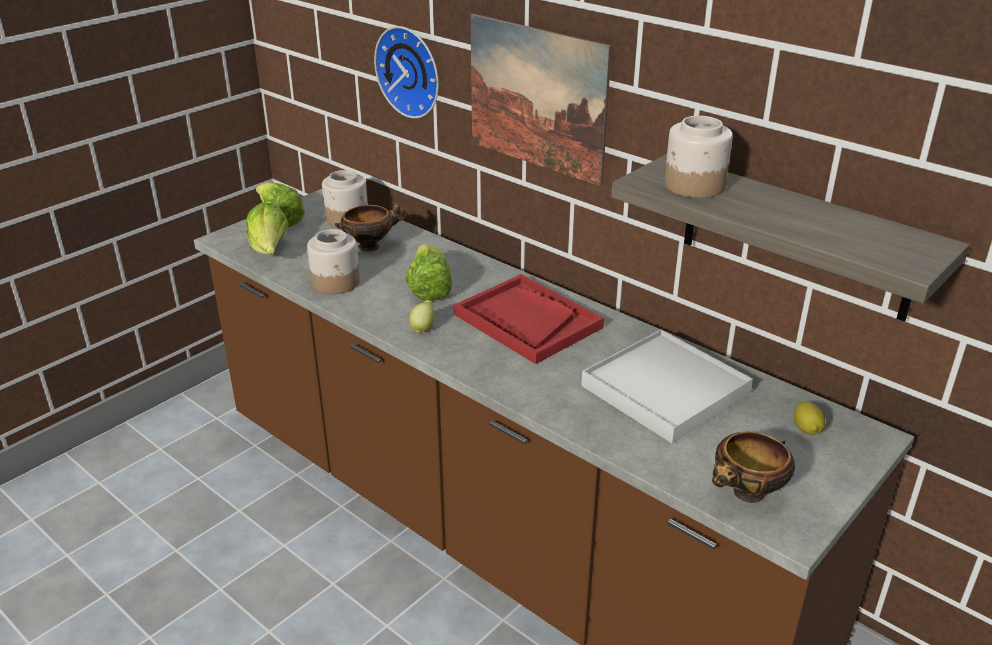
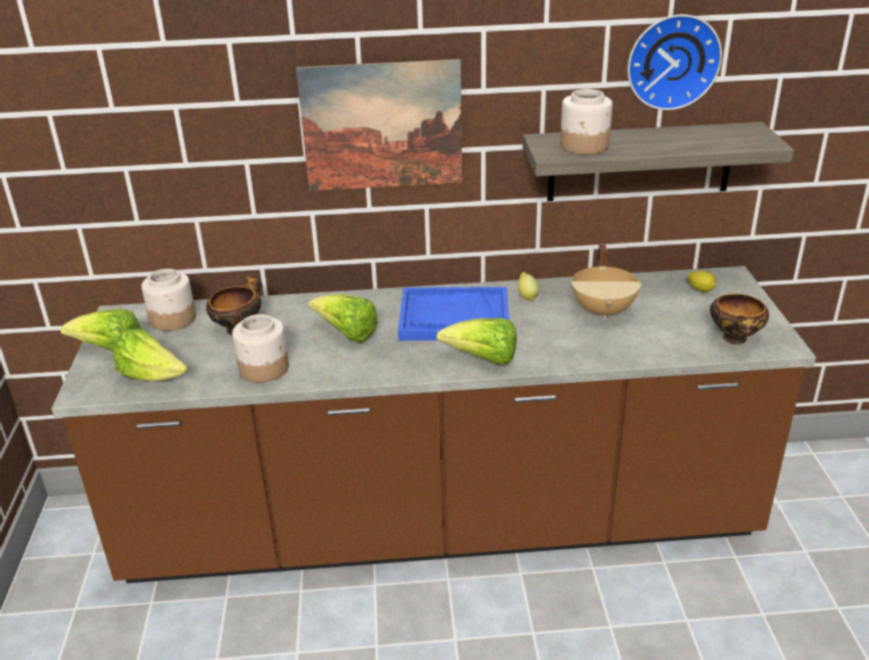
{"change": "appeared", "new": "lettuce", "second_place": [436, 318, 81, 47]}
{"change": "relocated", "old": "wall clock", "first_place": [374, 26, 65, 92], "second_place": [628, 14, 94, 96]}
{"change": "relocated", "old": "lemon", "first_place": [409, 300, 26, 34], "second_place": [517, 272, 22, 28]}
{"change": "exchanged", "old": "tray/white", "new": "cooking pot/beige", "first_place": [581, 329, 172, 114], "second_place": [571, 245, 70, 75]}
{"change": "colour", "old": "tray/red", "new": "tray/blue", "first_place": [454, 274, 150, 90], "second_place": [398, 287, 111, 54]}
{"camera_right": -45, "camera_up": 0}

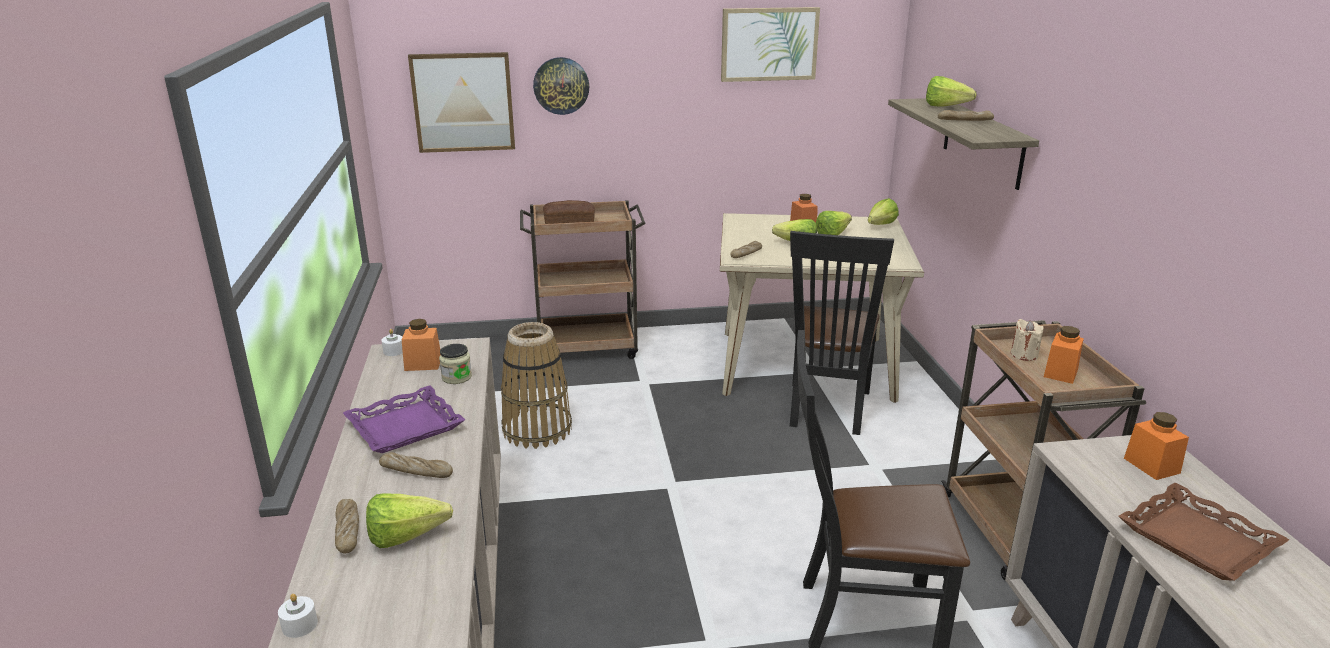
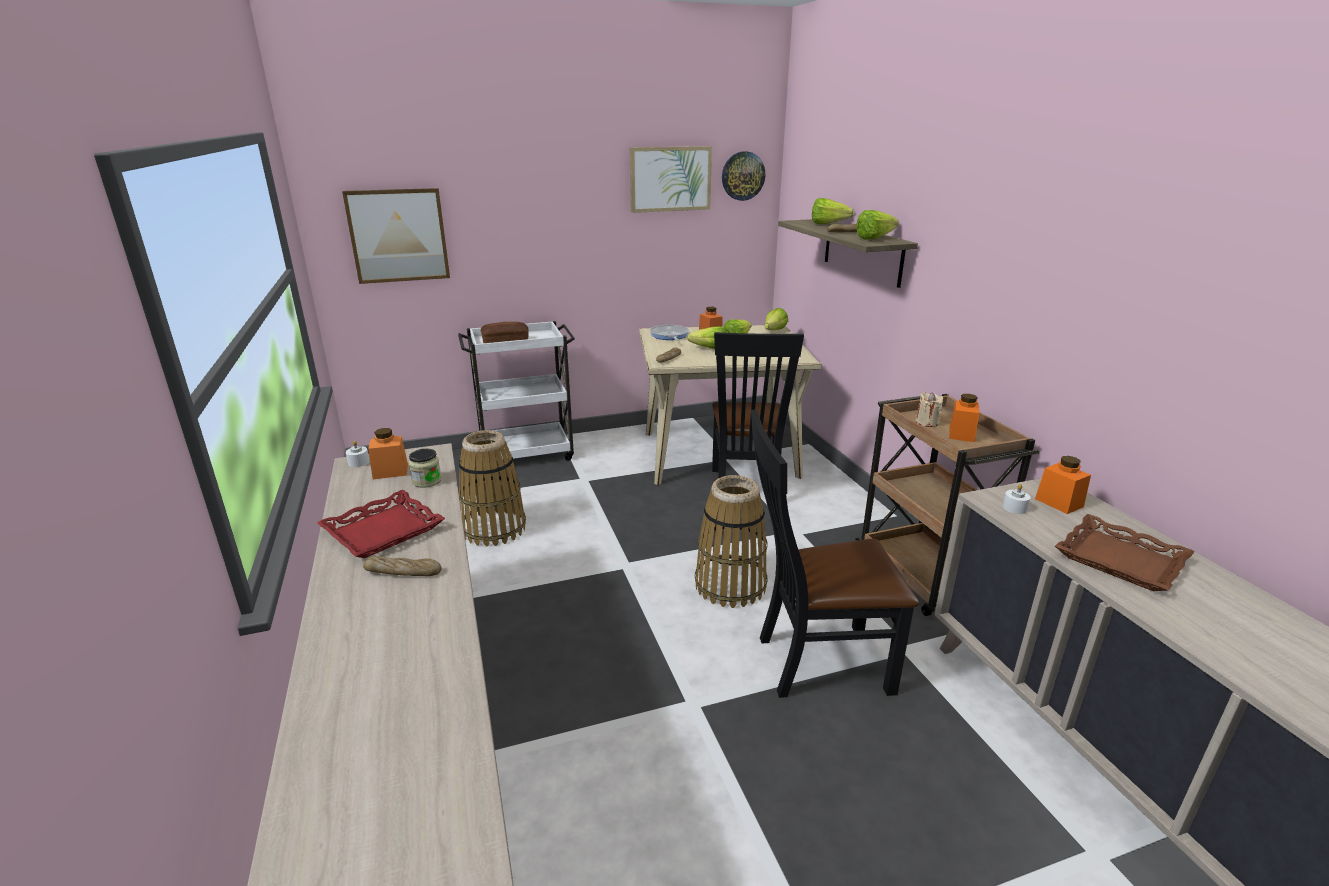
{"change": "missing", "old": "bread", "first_place": [335, 499, 24, 54]}
{"change": "appeared", "new": "frying pan", "second_place": [650, 325, 39, 16]}
{"change": "appeared", "new": "basket", "second_place": [695, 475, 73, 133]}
{"change": "relocated", "old": "candle/white", "first_place": [278, 593, 40, 45], "second_place": [1003, 484, 28, 30]}
{"change": "relocated", "old": "lettuce", "first_place": [366, 493, 87, 55], "second_place": [856, 210, 43, 30]}
{"change": "relocated", "old": "wall clock", "first_place": [533, 57, 56, 58], "second_place": [722, 151, 43, 50]}
{"change": "colour", "old": "tray/purple", "new": "tray/red", "first_place": [343, 385, 122, 68], "second_place": [317, 490, 128, 68]}
{"change": "colour", "old": "cart/brown", "new": "cart/white", "first_place": [520, 200, 126, 164], "second_place": [458, 321, 117, 140]}
{"camera_right": -10, "camera_up": 0}

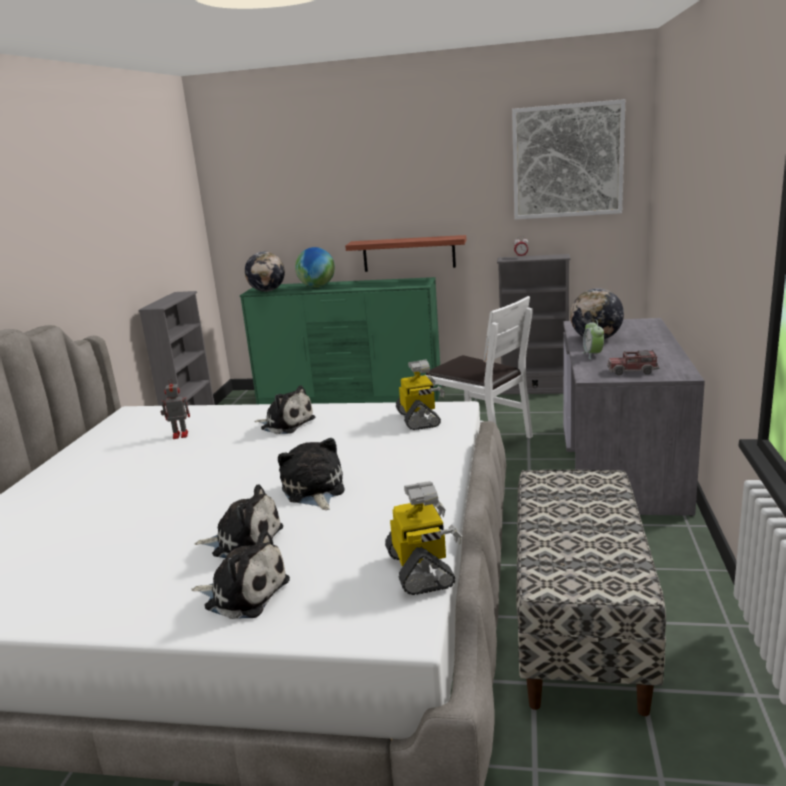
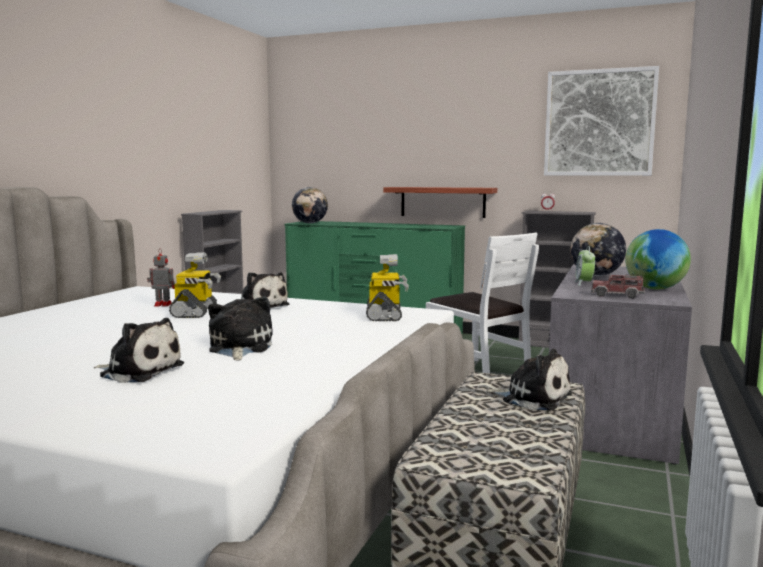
{"change": "relocated", "old": "plush toy", "first_place": [191, 530, 99, 89], "second_place": [486, 349, 86, 61]}
{"change": "relocated", "old": "globe", "first_place": [295, 247, 40, 40], "second_place": [625, 229, 66, 60]}
{"change": "relocated", "old": "toy robot", "first_place": [385, 481, 77, 114], "second_place": [169, 253, 52, 65]}
{"camera_right": 10, "camera_up": -10}

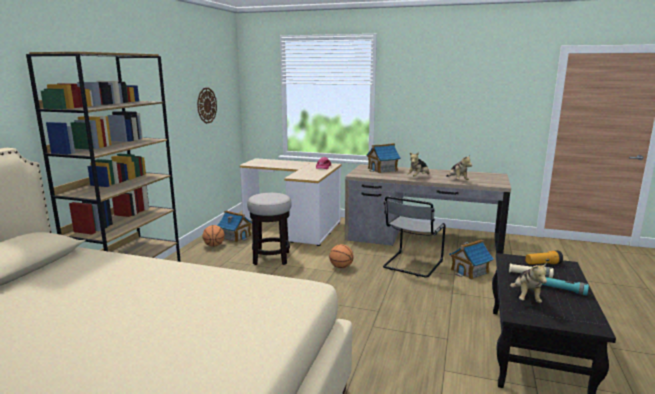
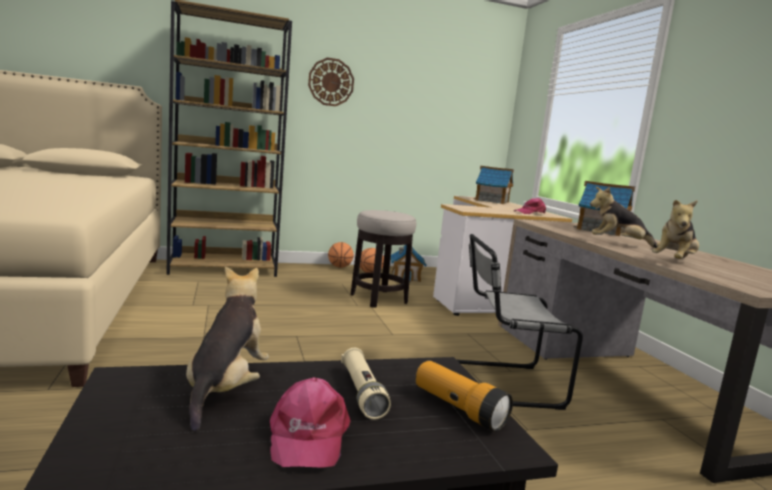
{"change": "relocated", "old": "wall clock", "first_place": [197, 88, 20, 36], "second_place": [308, 58, 46, 48]}
{"change": "relocated", "old": "basketball", "first_place": [329, 244, 25, 24], "second_place": [328, 242, 26, 26]}
{"change": "relocated", "old": "toy house", "first_place": [449, 239, 45, 41], "second_place": [473, 166, 41, 38]}
{"change": "exchanged", "old": "flashlight/turquoise", "new": "cap/pink", "first_place": [542, 277, 47, 18], "second_place": [270, 377, 81, 91]}
{"change": "spun", "old": "plush toy", "first_place": [510, 262, 37, 41], "second_place": [186, 266, 83, 166], "degrees": 120}
{"camera_right": 55, "camera_up": -5}

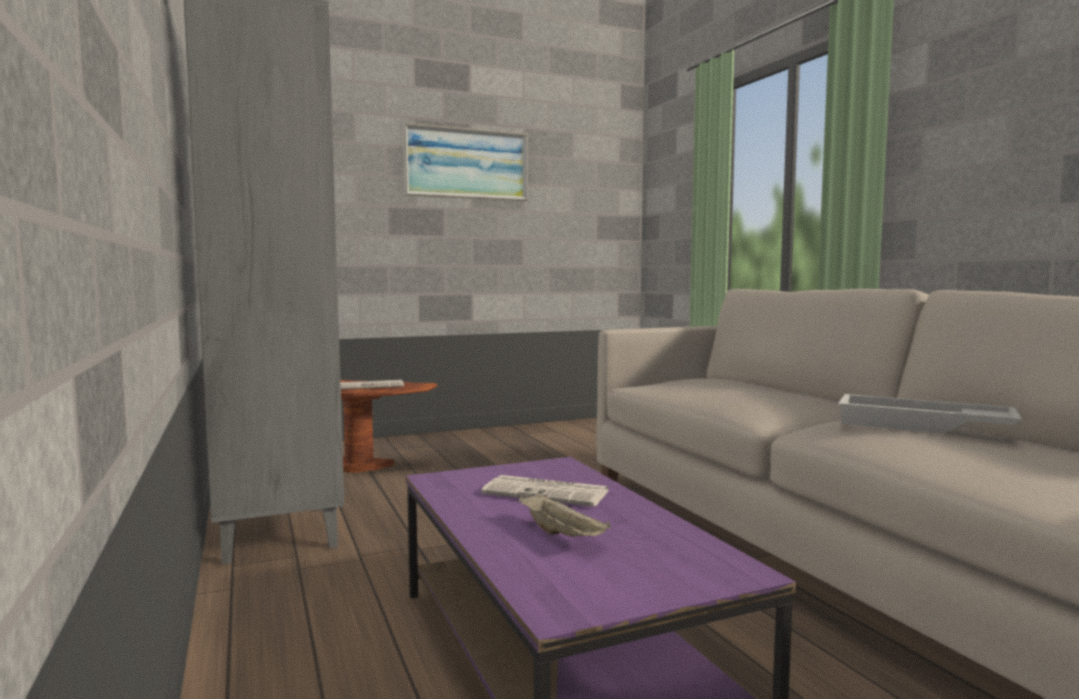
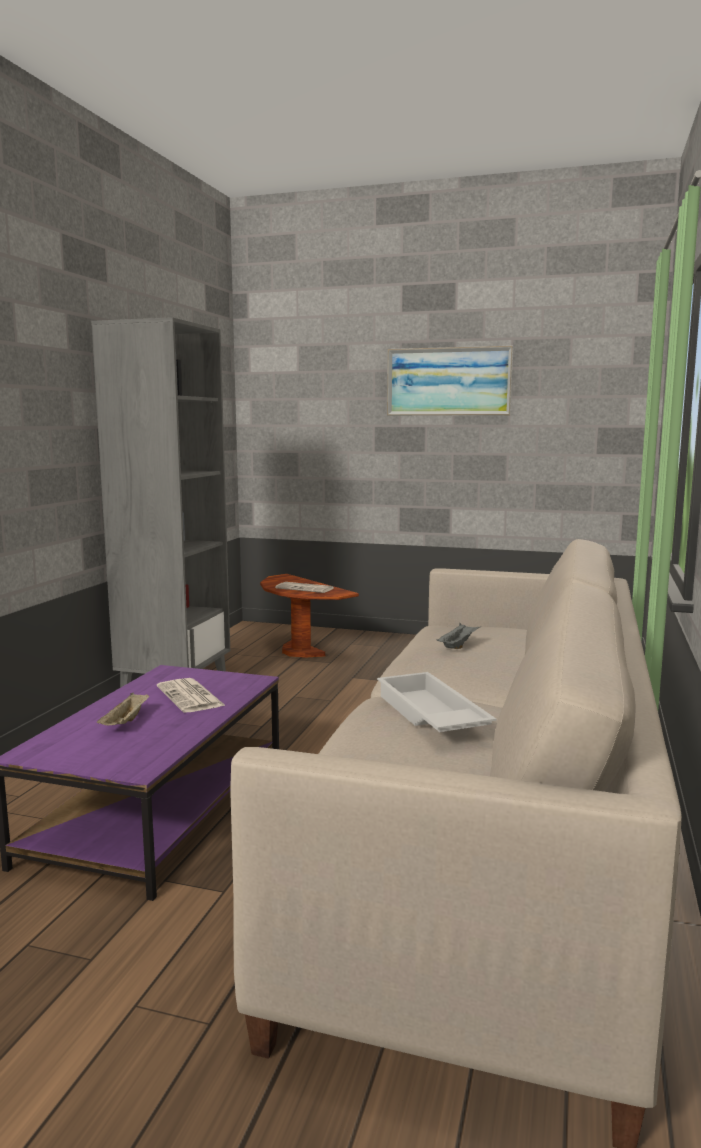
{"change": "appeared", "new": "tray/grey", "second_place": [436, 623, 44, 26]}
{"camera_right": 40, "camera_up": 5}

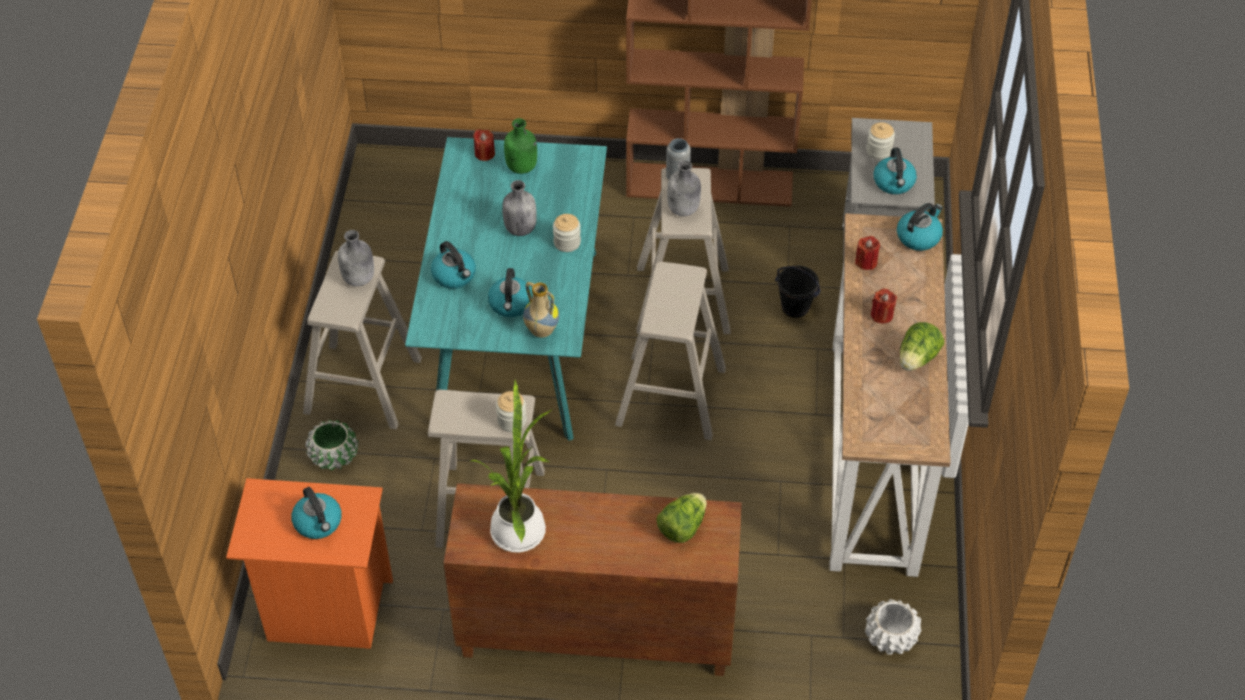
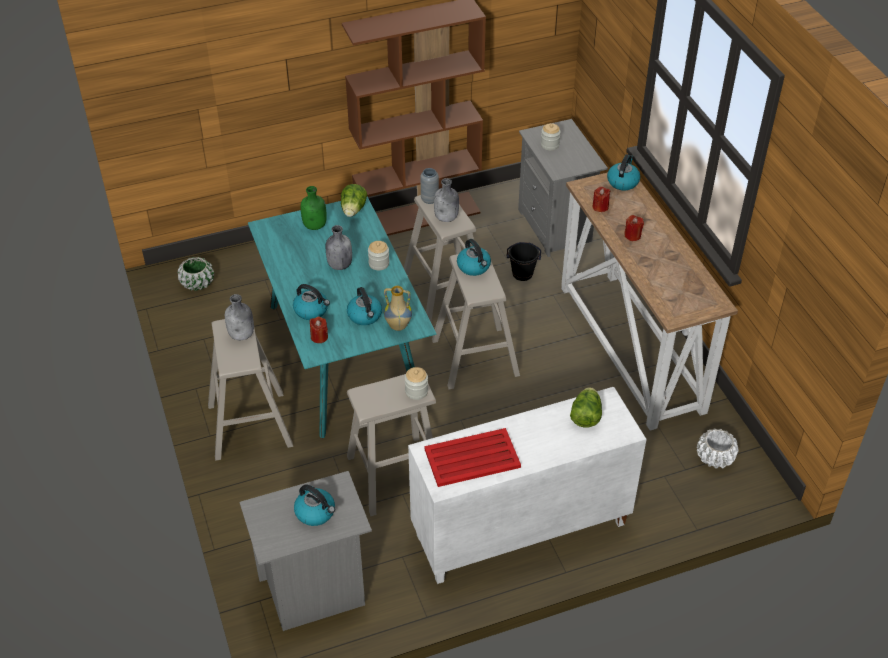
{"change": "relocated", "old": "planter/green", "first_place": [305, 420, 53, 50], "second_place": [177, 257, 38, 34]}
{"change": "relocated", "old": "candle/red", "first_place": [473, 129, 22, 32], "second_place": [310, 316, 18, 27]}
{"change": "relocated", "old": "kettle", "first_place": [873, 148, 44, 46], "second_place": [457, 239, 34, 37]}
{"change": "relocated", "old": "lettuce", "first_place": [900, 322, 44, 49], "second_place": [341, 184, 26, 33]}
{"change": "exchanged", "old": "potted plant", "new": "tray/red", "first_place": [471, 378, 80, 174], "second_place": [424, 428, 97, 59]}
{"change": "colour", "old": "nightstand/orange", "new": "nightstand/grey", "first_place": [226, 478, 167, 171], "second_place": [240, 471, 132, 160]}
{"change": "colour", "old": "cabinet/brown", "new": "cabinet/white", "first_place": [443, 483, 299, 193], "second_place": [408, 387, 239, 197]}
{"camera_right": -25, "camera_up": -5}

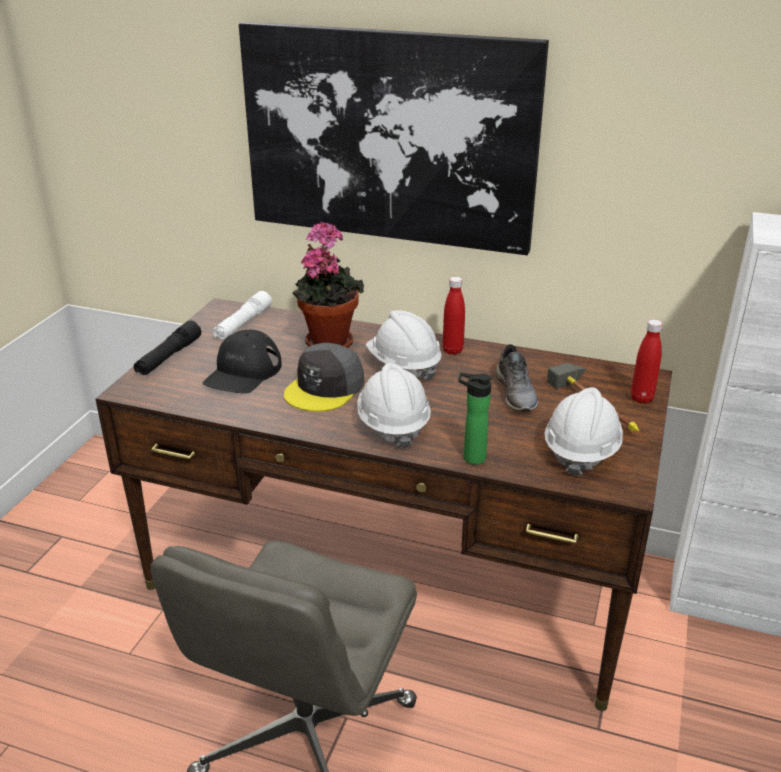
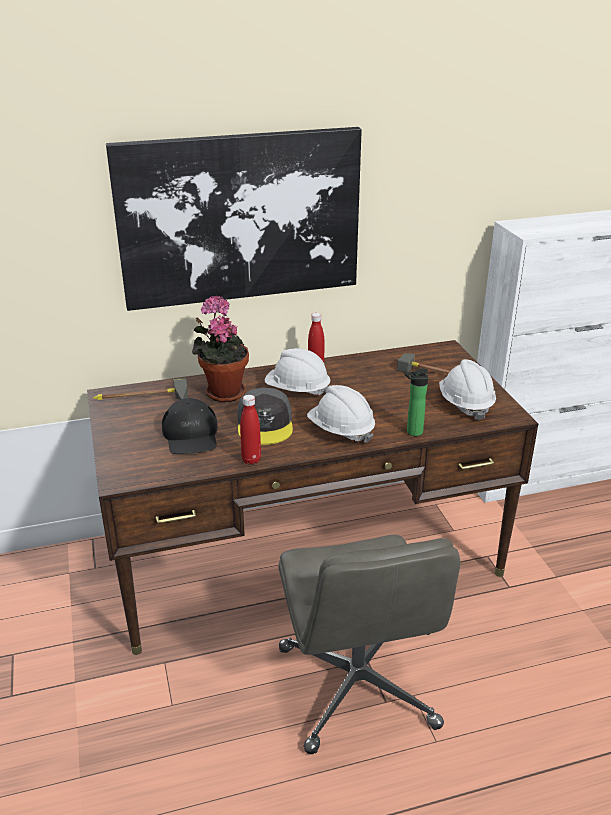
{"change": "missing", "old": "flashlight/black", "first_place": [134, 321, 67, 54]}
{"change": "missing", "old": "shoe/grey", "first_place": [496, 344, 42, 67]}
{"change": "relocated", "old": "bottle/red", "first_place": [631, 319, 32, 85], "second_place": [240, 395, 21, 70]}
{"change": "exchanged", "old": "flashlight/white", "new": "hammer", "first_place": [213, 291, 59, 49], "second_place": [93, 378, 95, 22]}
{"camera_right": -35, "camera_up": 0}

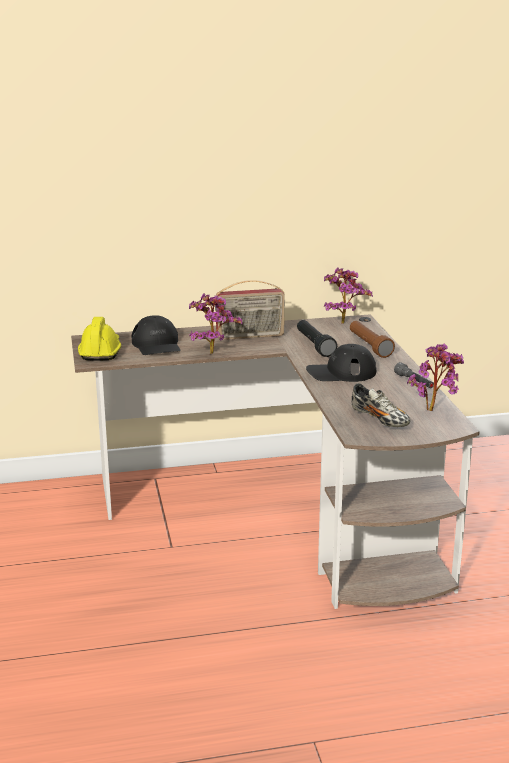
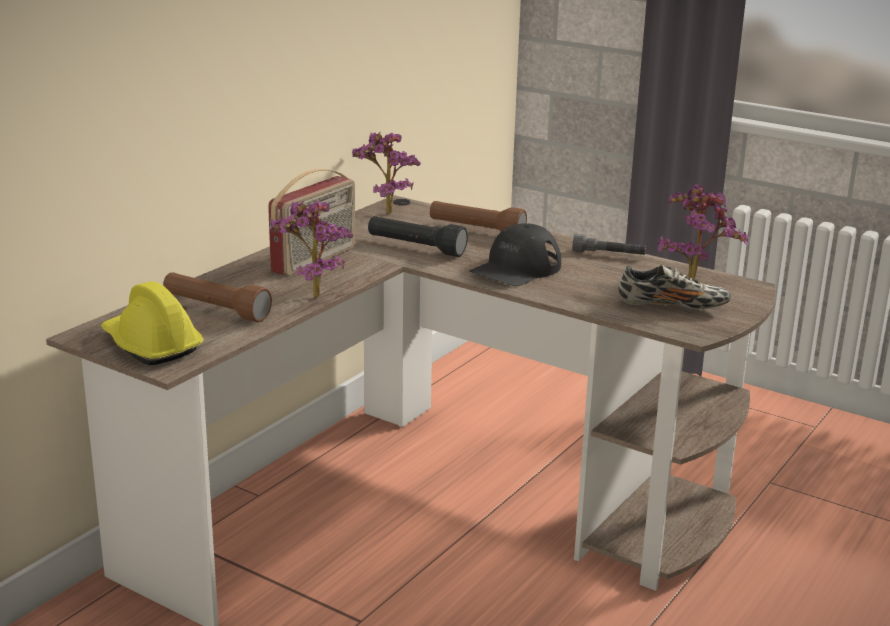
{"change": "exchanged", "old": "cap/black", "new": "flashlight/brown", "first_place": [132, 315, 49, 40], "second_place": [163, 272, 109, 50]}
{"camera_right": -45, "camera_up": 0}

